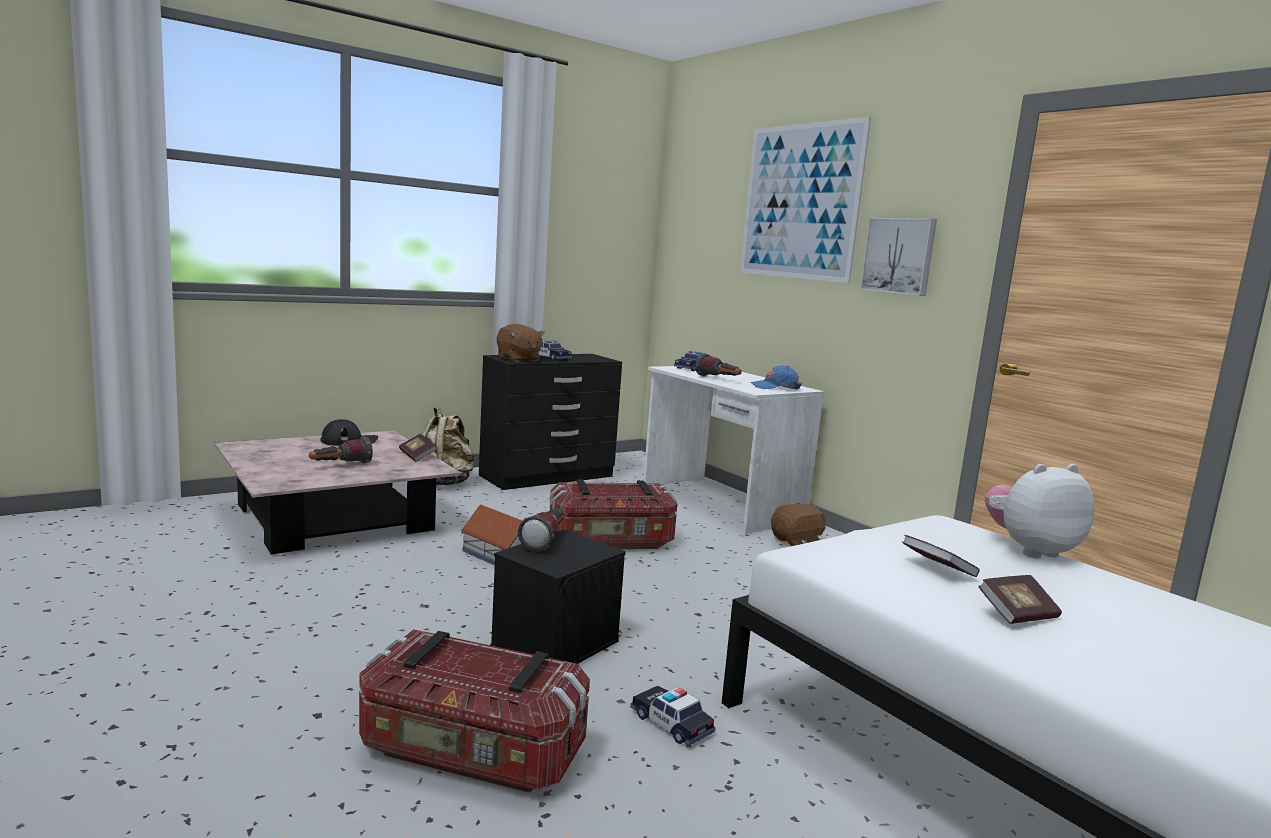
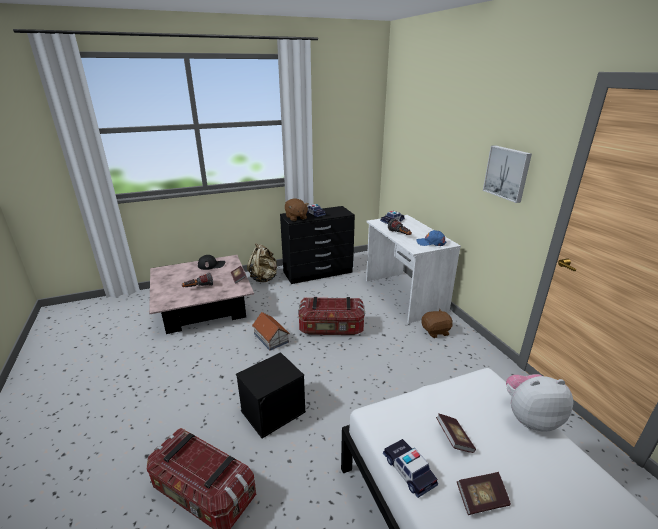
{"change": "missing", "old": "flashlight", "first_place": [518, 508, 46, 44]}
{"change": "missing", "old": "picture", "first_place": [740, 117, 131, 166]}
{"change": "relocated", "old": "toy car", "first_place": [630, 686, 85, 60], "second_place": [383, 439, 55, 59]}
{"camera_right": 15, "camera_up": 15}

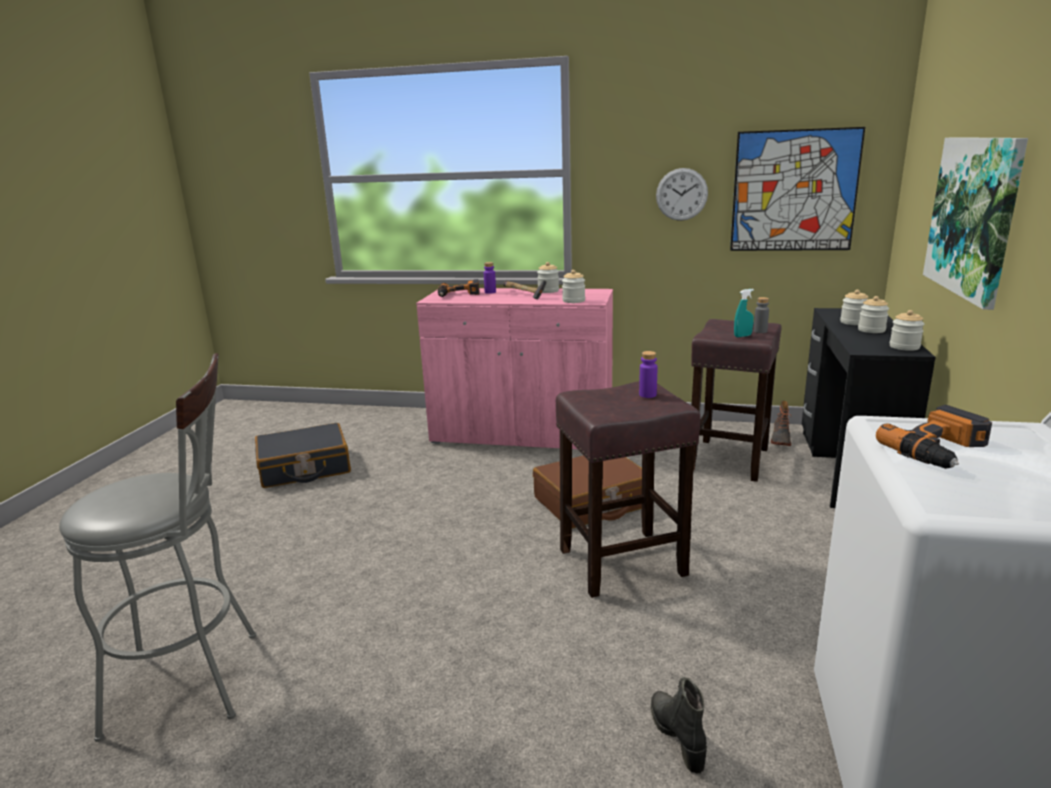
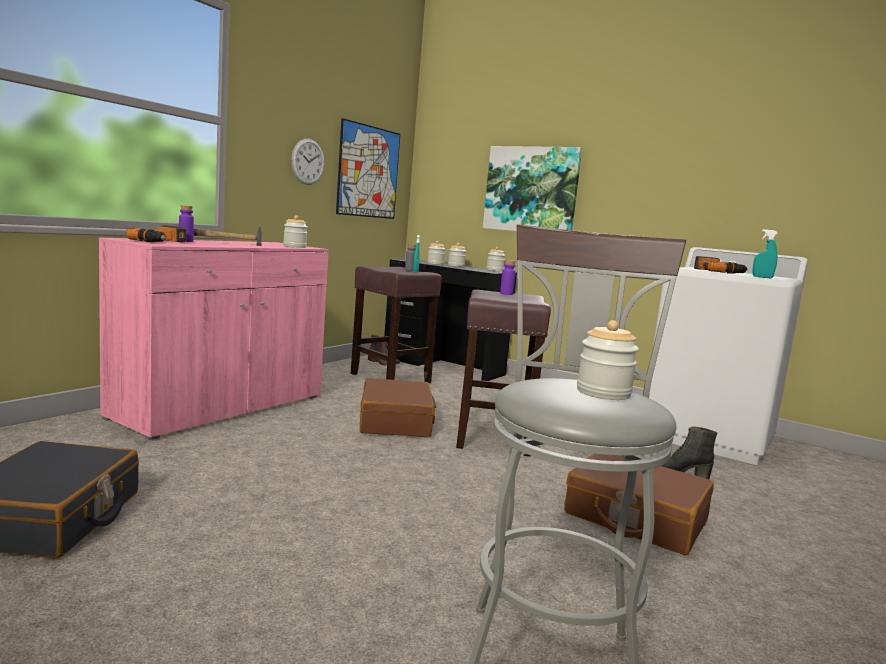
{"change": "appeared", "new": "suitcase/brown", "second_place": [564, 454, 150, 101]}
{"change": "appeared", "new": "spray bottle/turquoise", "second_place": [752, 229, 26, 49]}
{"change": "relocated", "old": "jar", "first_place": [537, 262, 22, 31], "second_place": [577, 320, 62, 80]}
{"camera_right": -70, "camera_up": -10}

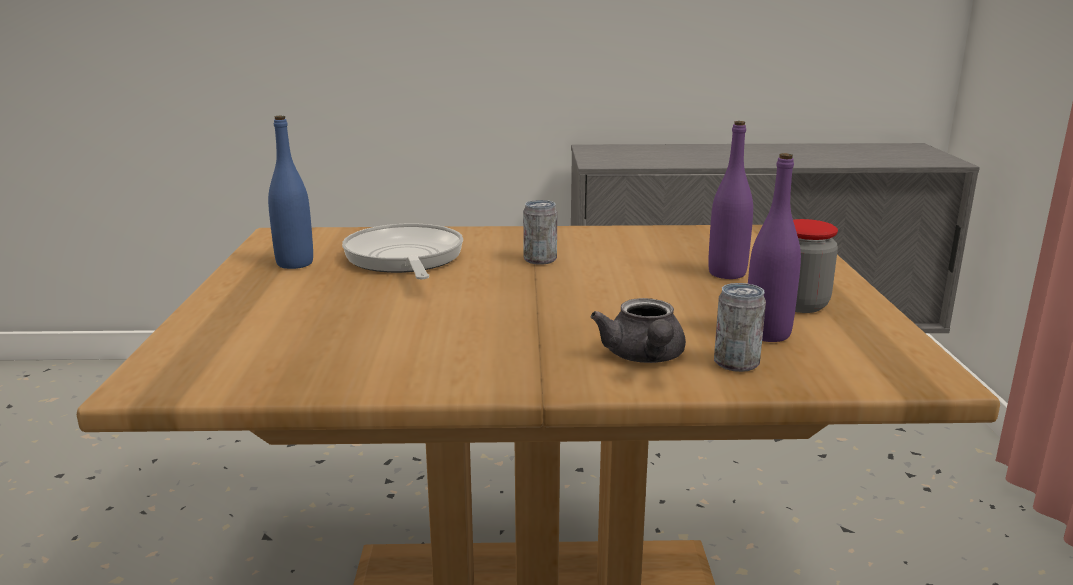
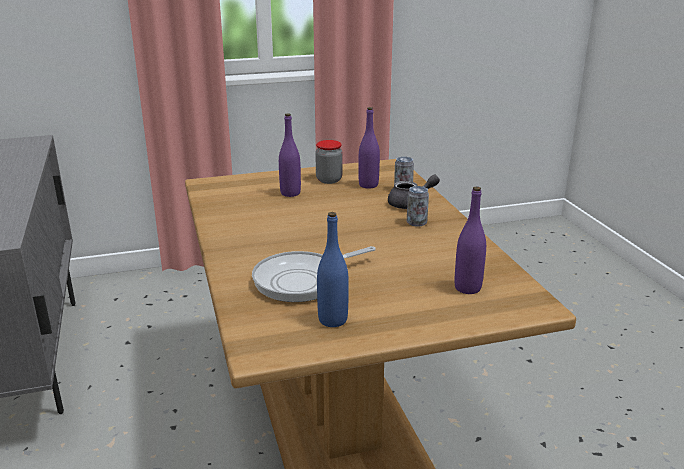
{"change": "appeared", "new": "bottle/purple", "second_place": [455, 187, 31, 107]}
{"change": "relocated", "old": "can", "first_place": [523, 200, 34, 65], "second_place": [407, 186, 22, 40]}
{"camera_right": -105, "camera_up": 5}

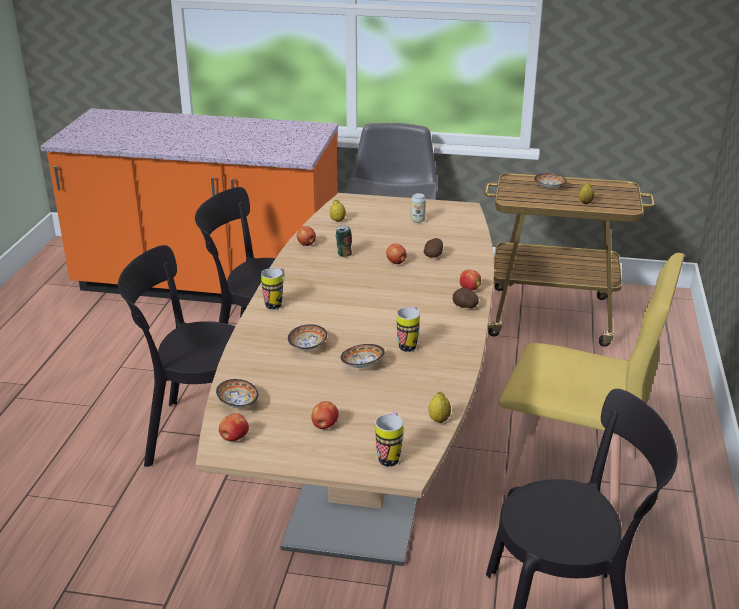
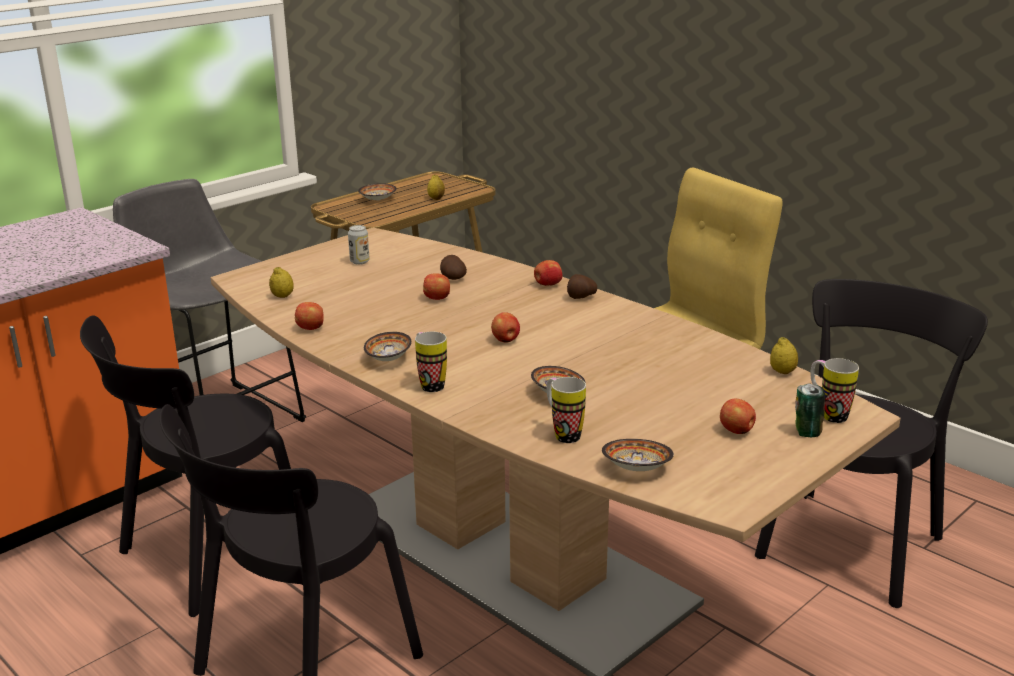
{"change": "relocated", "old": "apple", "first_place": [219, 413, 30, 28], "second_place": [491, 312, 29, 31]}
{"change": "relocated", "old": "can", "first_place": [336, 226, 16, 31], "second_place": [795, 383, 30, 54]}
{"change": "relocated", "old": "bowl", "first_place": [341, 344, 44, 24], "second_place": [364, 332, 48, 29]}
{"change": "relocated", "old": "mug", "first_place": [397, 307, 23, 45], "second_place": [547, 377, 39, 66]}
{"camera_right": -55, "camera_up": -5}

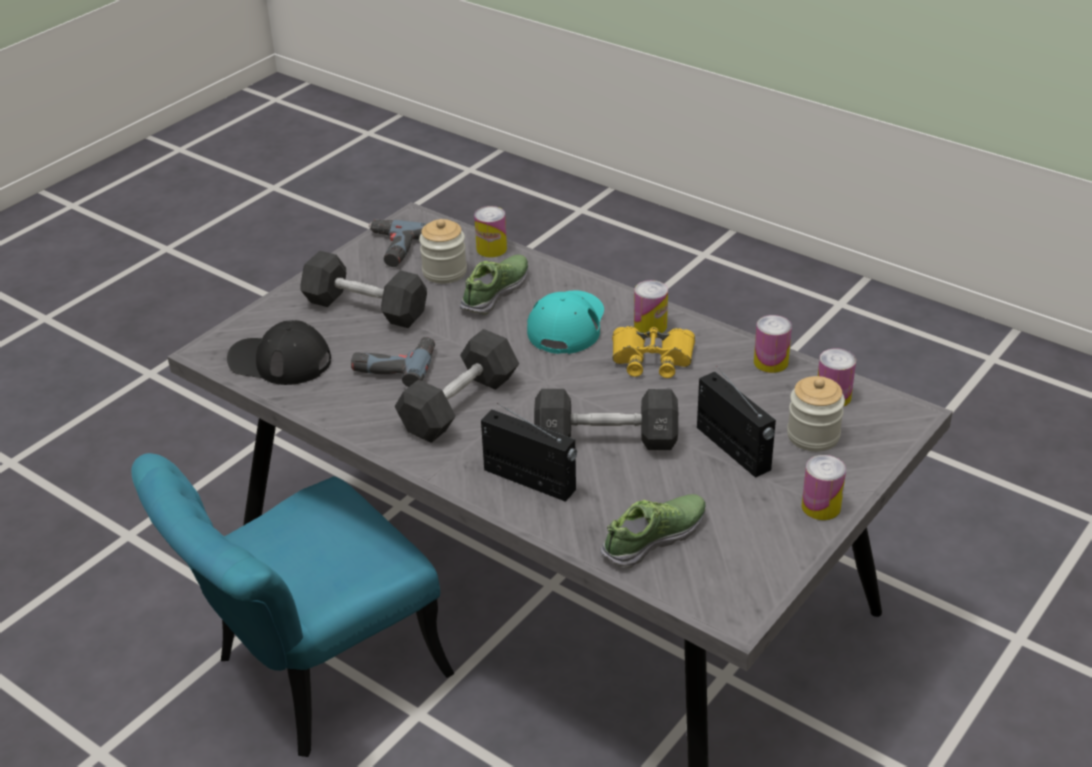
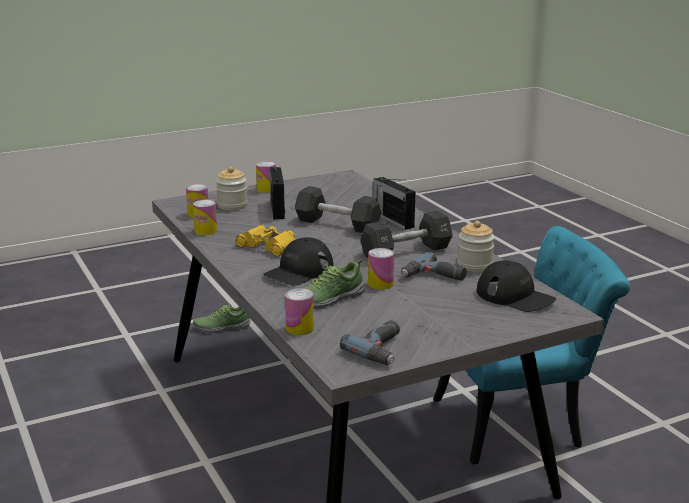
{"change": "missing", "old": "dumbbell/black", "first_place": [301, 251, 126, 77]}
{"change": "relocated", "old": "jar", "first_place": [419, 219, 48, 65], "second_place": [457, 221, 38, 51]}
{"change": "relocated", "old": "shoe", "first_place": [601, 494, 104, 74], "second_place": [193, 304, 58, 29]}
{"change": "relocated", "old": "can", "first_place": [634, 280, 34, 53], "second_place": [368, 248, 26, 42]}
{"change": "colour", "old": "cap/turquoise", "new": "cap/black", "first_place": [527, 291, 77, 63], "second_place": [263, 237, 70, 48]}
{"camera_right": -155, "camera_up": -15}

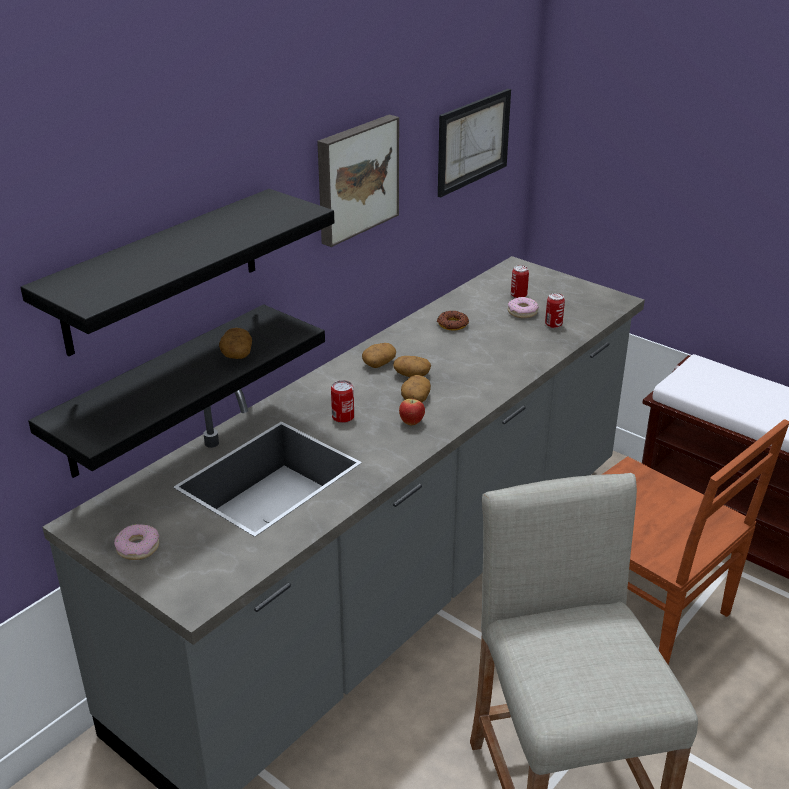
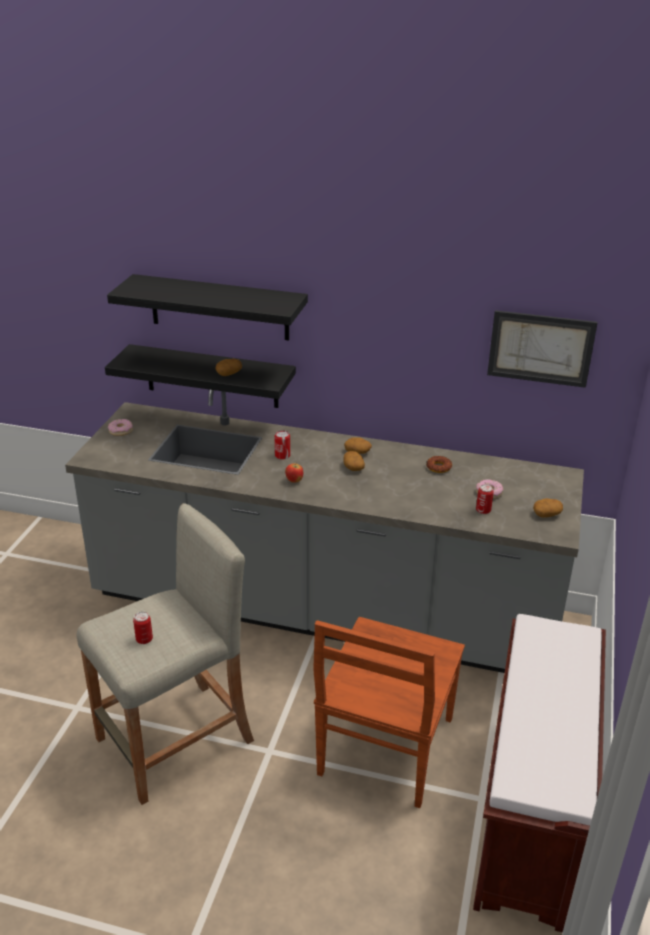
{"change": "missing", "old": "picture", "first_place": [317, 115, 82, 132]}
{"change": "relocated", "old": "potato", "first_place": [401, 375, 30, 27], "second_place": [533, 498, 30, 20]}
{"change": "relocated", "old": "can", "first_place": [511, 265, 18, 33], "second_place": [133, 612, 20, 32]}
{"camera_right": 65, "camera_up": 0}

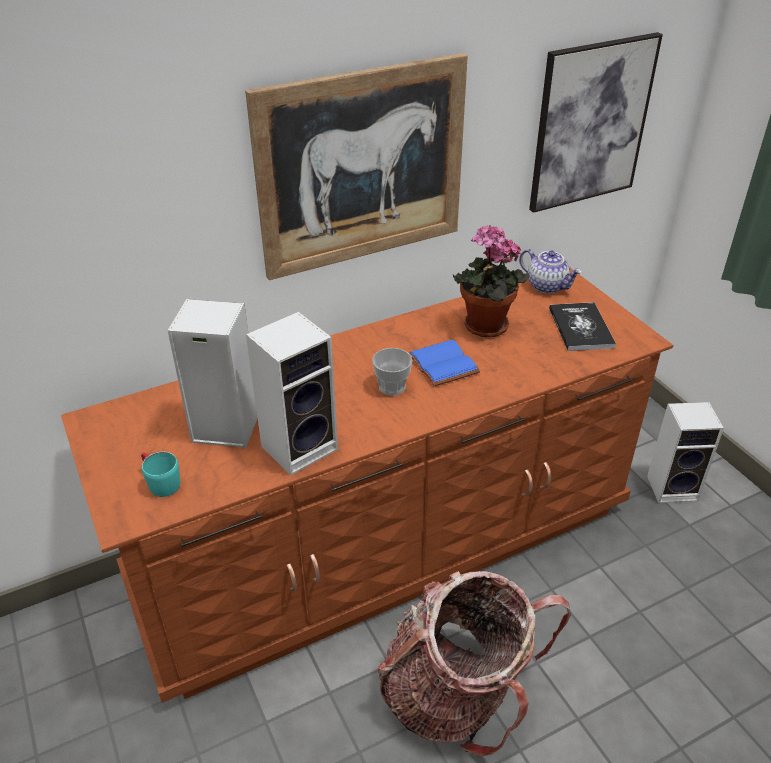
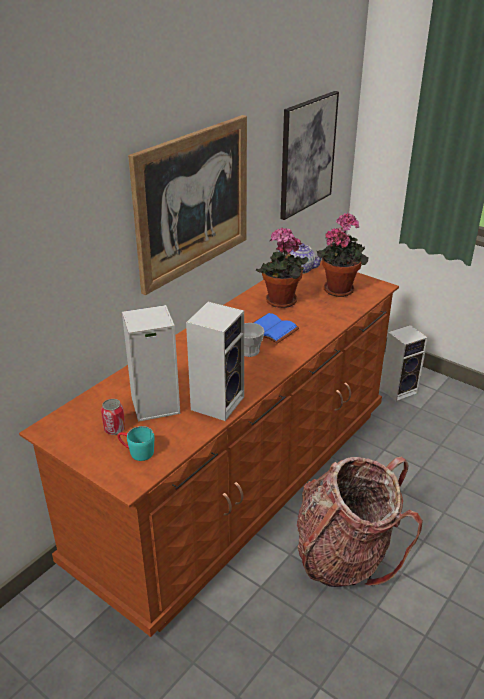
{"change": "appeared", "new": "can", "second_place": [101, 399, 24, 36]}
{"change": "exchanged", "old": "book", "new": "potted plant", "first_place": [549, 302, 67, 49], "second_place": [317, 213, 51, 84]}
{"camera_right": -25, "camera_up": -5}

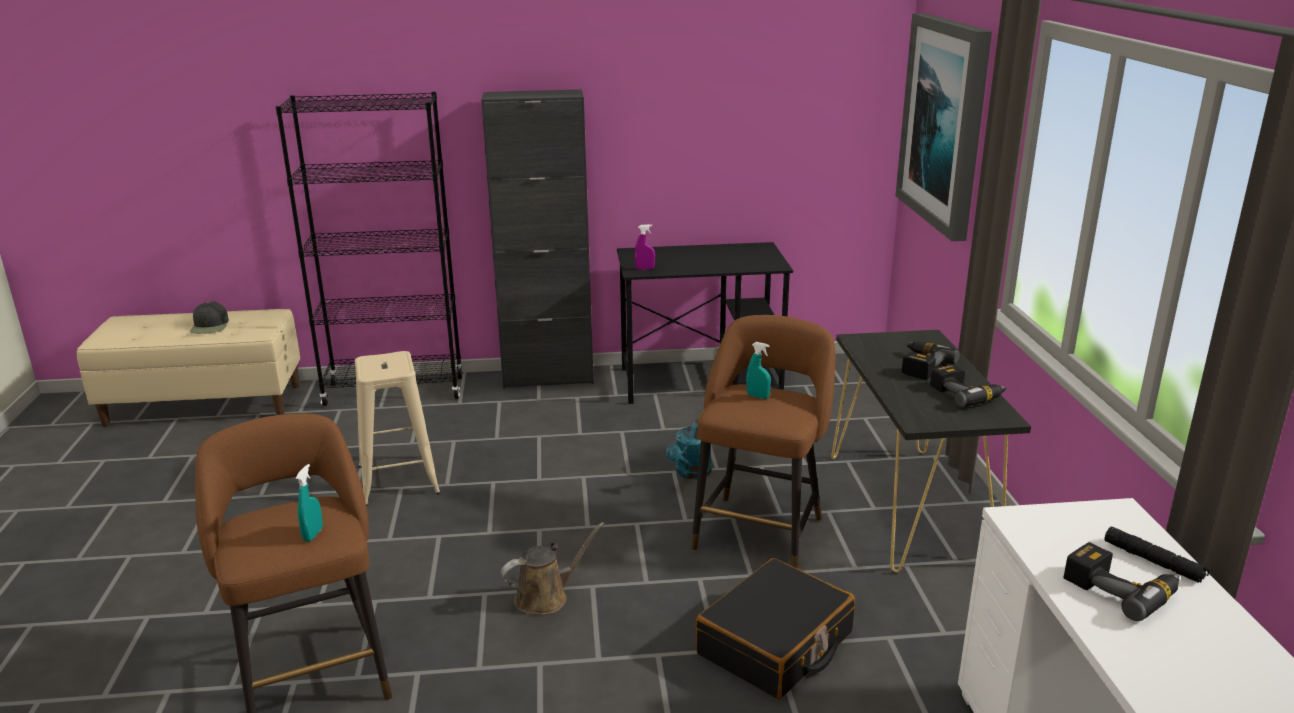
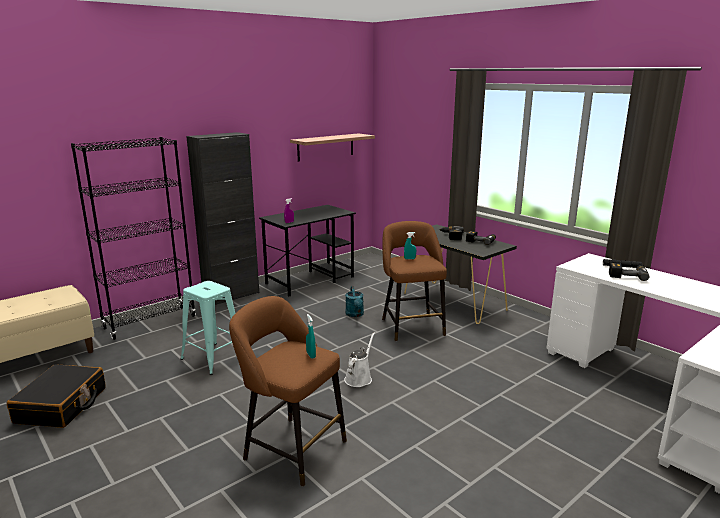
{"change": "missing", "old": "cap/black", "first_place": [190, 302, 39, 32]}
{"change": "missing", "old": "picture", "first_place": [896, 13, 96, 228]}
{"change": "appeared", "new": "shelf", "second_place": [290, 133, 85, 29]}
{"change": "relocated", "old": "suitcase/black", "first_place": [695, 558, 160, 141], "second_place": [7, 364, 99, 64]}
{"change": "colour", "old": "stool/beige", "new": "stool/turquoise", "first_place": [355, 351, 86, 155], "second_place": [180, 281, 55, 94]}
{"change": "colour", "old": "watering can/brown", "new": "watering can/white", "first_place": [501, 522, 104, 93], "second_place": [344, 332, 31, 55]}
{"camera_right": -35, "camera_up": -5}

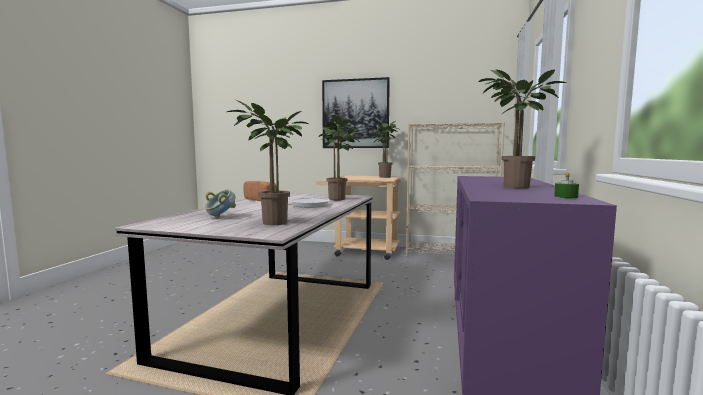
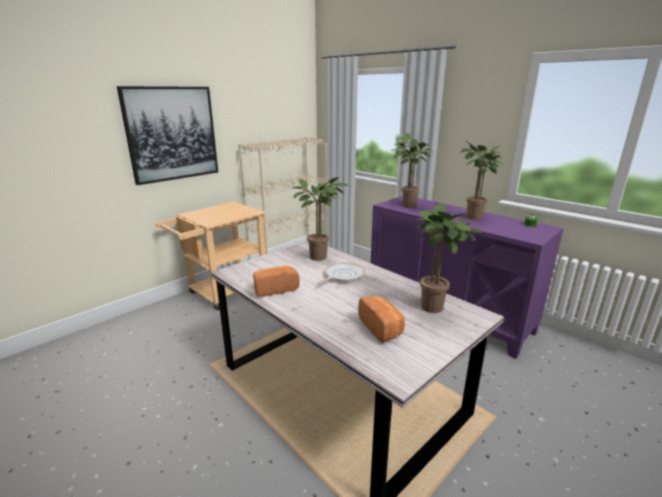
{"change": "relocated", "old": "potted plant", "first_place": [371, 121, 28, 57], "second_place": [390, 133, 44, 74]}
{"change": "exchanged", "old": "bowl", "new": "bread", "first_place": [205, 189, 31, 29], "second_place": [358, 296, 47, 46]}
{"camera_right": -60, "camera_up": 15}

